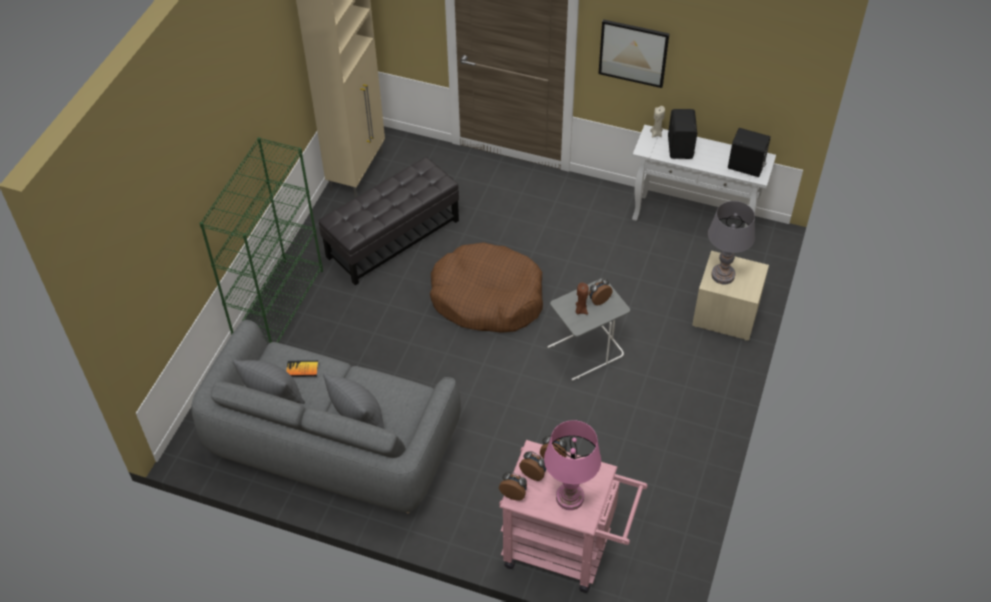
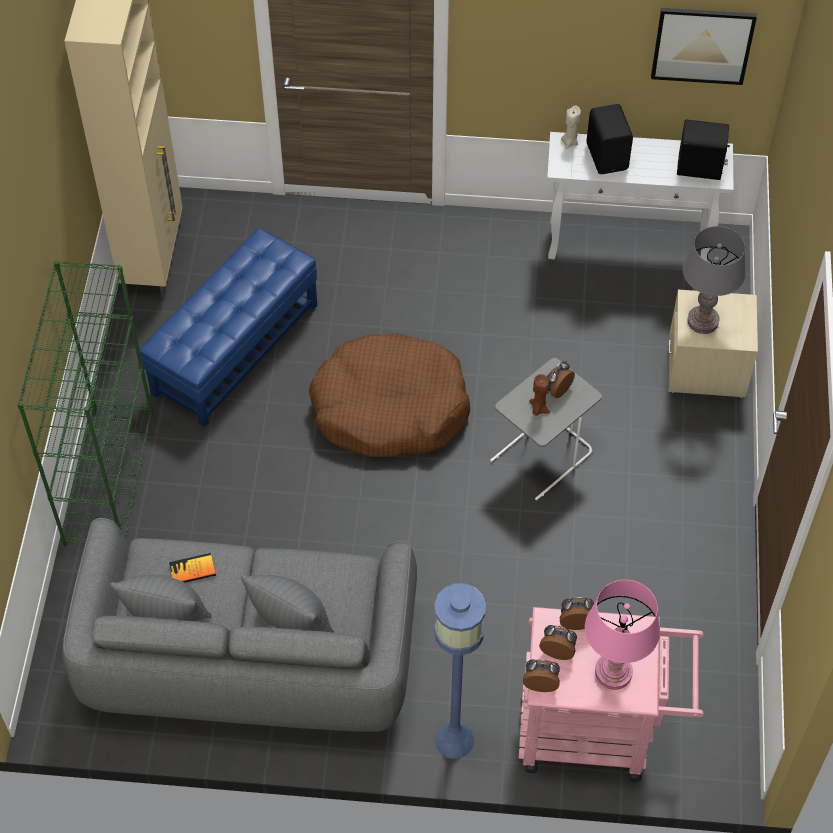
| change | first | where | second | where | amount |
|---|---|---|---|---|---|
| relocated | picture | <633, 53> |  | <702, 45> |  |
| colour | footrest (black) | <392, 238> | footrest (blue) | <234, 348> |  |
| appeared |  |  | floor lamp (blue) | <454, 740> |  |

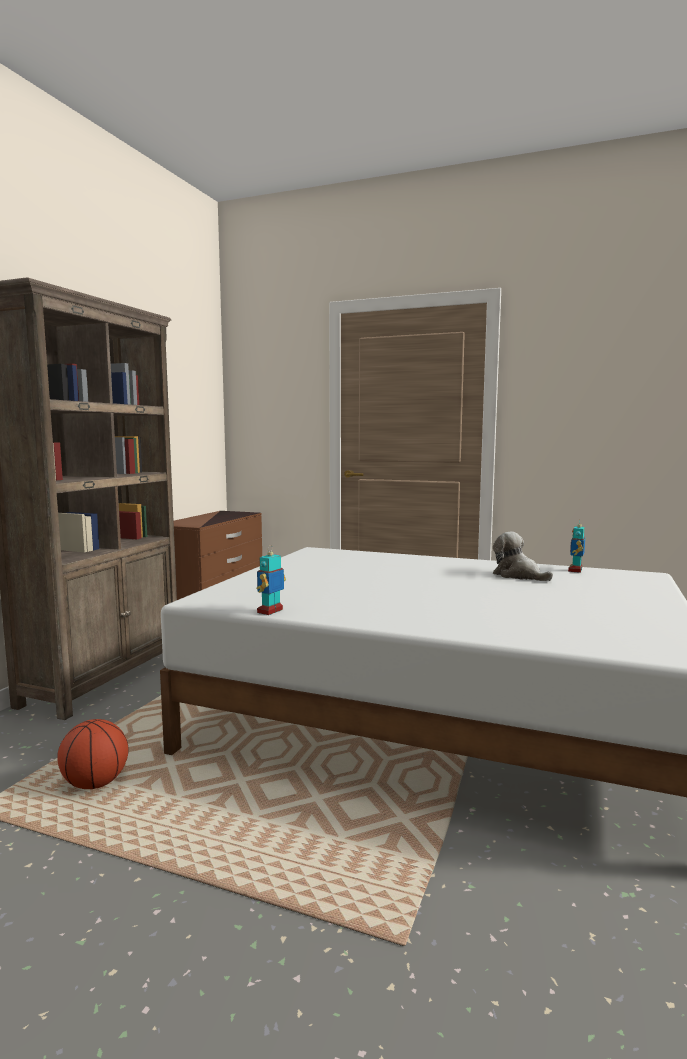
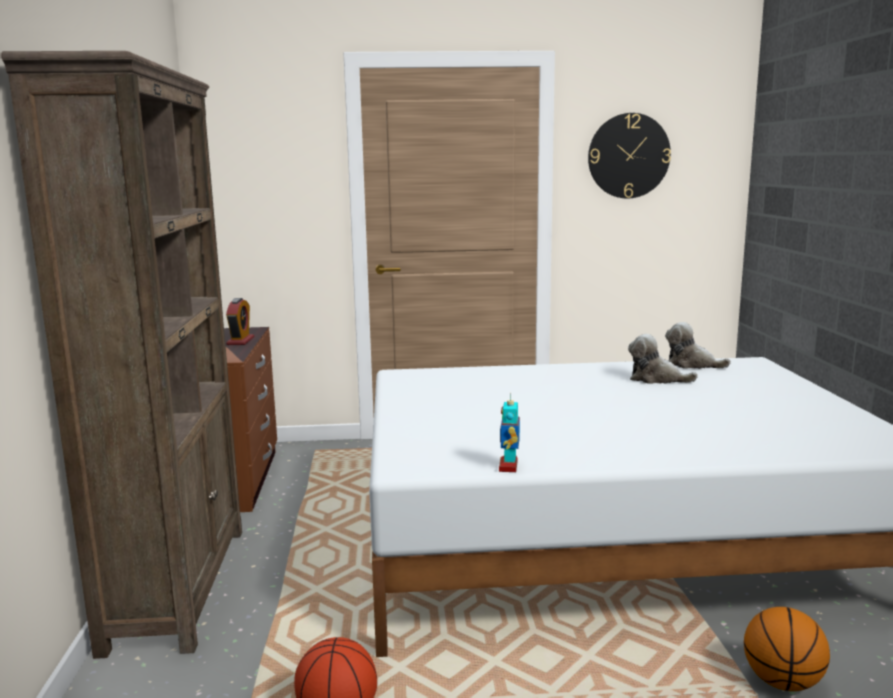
| change | first | where | second | where | amount |
|---|---|---|---|---|---|
| exchanged | model robot | <575, 570> | plush toy | <691, 364> |  |
| appeared |  |  | wall clock | <628, 156> |  |
| appeared |  |  | table clock | <240, 341> |  |
| appeared |  |  | basketball | <782, 682> |  |

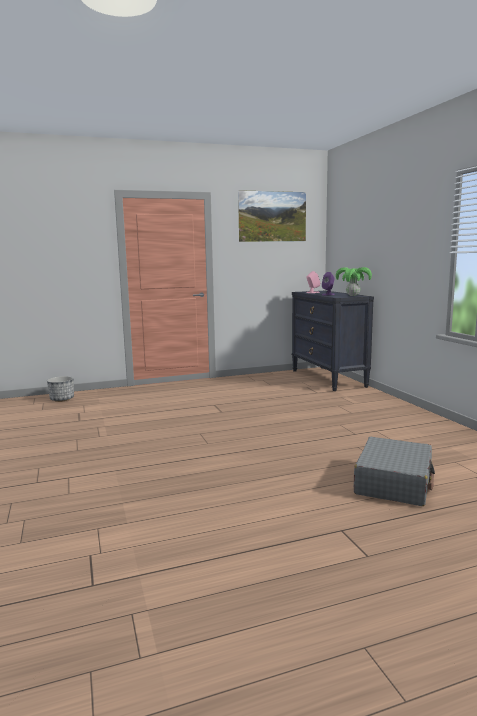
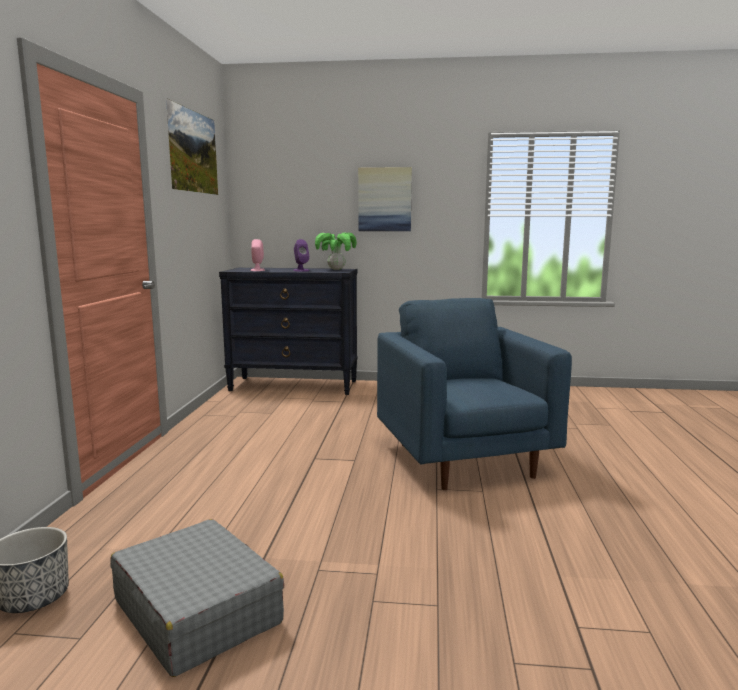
| change | first | where | second | where | amount |
|---|---|---|---|---|---|
| relocated | travel case (gray) | <394, 482> |  | <197, 611> |  |
| appeared |  |  | picture | <385, 199> |  |
| appeared |  |  | lounge chair (blue) | <464, 460> |  |

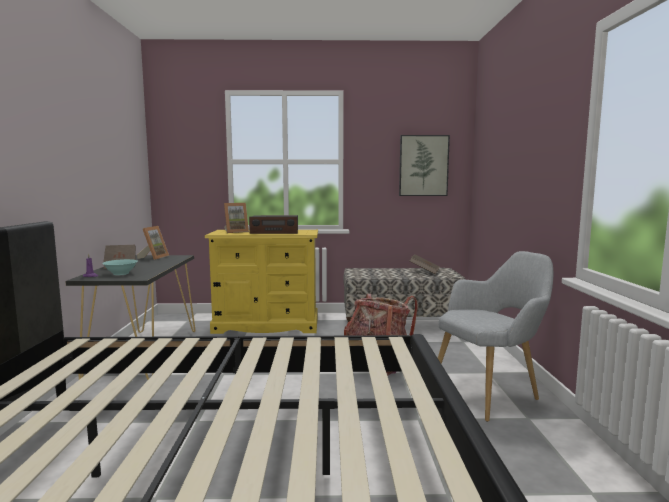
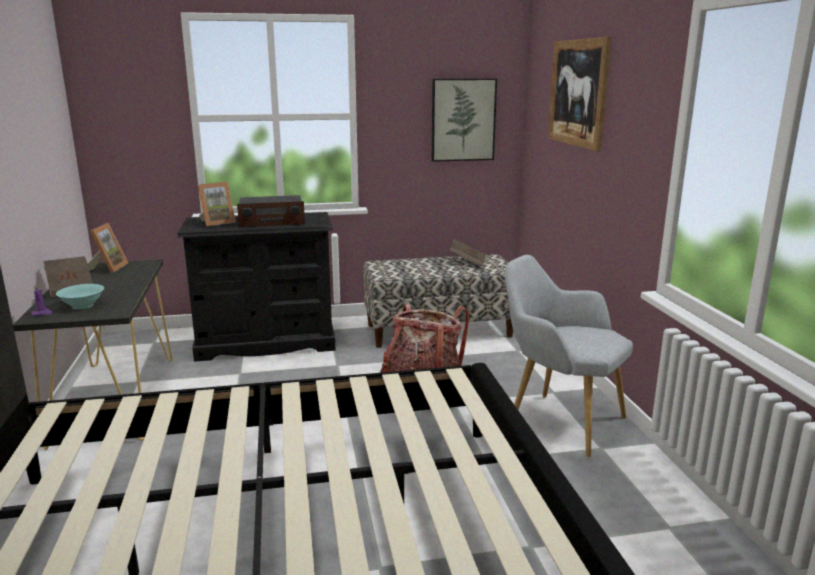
| change | first | where | second | where | amount |
|---|---|---|---|---|---|
| colour | chest of drawers (yellowish) | <267, 325> | chest of drawers (black) | <266, 343> |  |
| spun | lounge chair (gray) | <490, 393> |  | <558, 420> | 105 degrees counterclockwise |
| appeared |  |  | picture | <578, 93> |  |

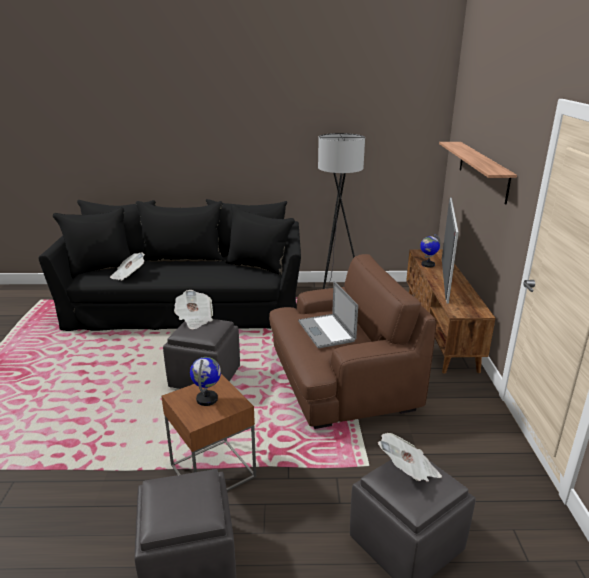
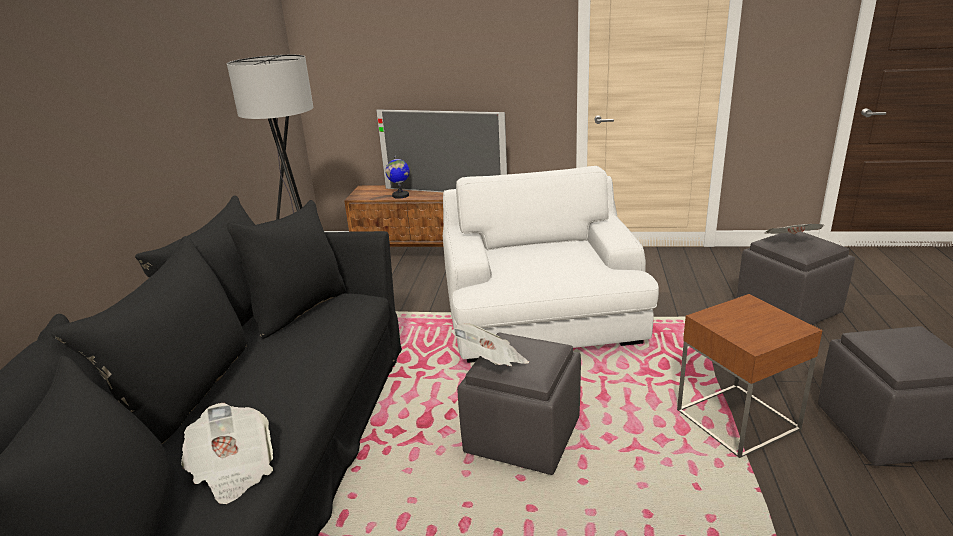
| change | first | where | second | where | amount |
|---|---|---|---|---|---|
| missing | shelf | <483, 170> |  |  |  |
| colour | lounge chair (brown) | <341, 380> | lounge chair (whitish) | <543, 321> |  |
| missing | notebook computer | <326, 331> |  |  |  |
| missing | globe | <207, 399> |  |  |  |

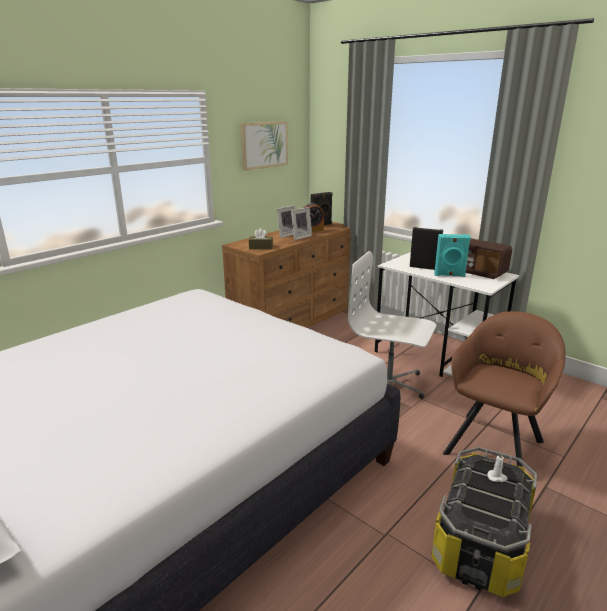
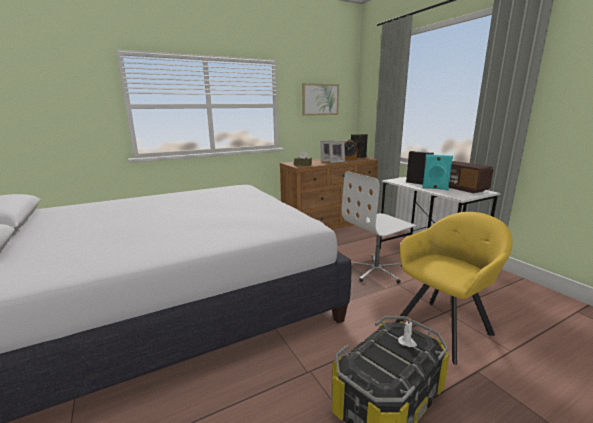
| change | first | where | second | where | amount |
|---|---|---|---|---|---|
| spun | desk chair (whitish) | <389, 384> |  | <376, 270> | 75 degrees counterclockwise |
| colour | lounge chair (brown) | <495, 444> | lounge chair (yellowish) | <445, 327> |  |

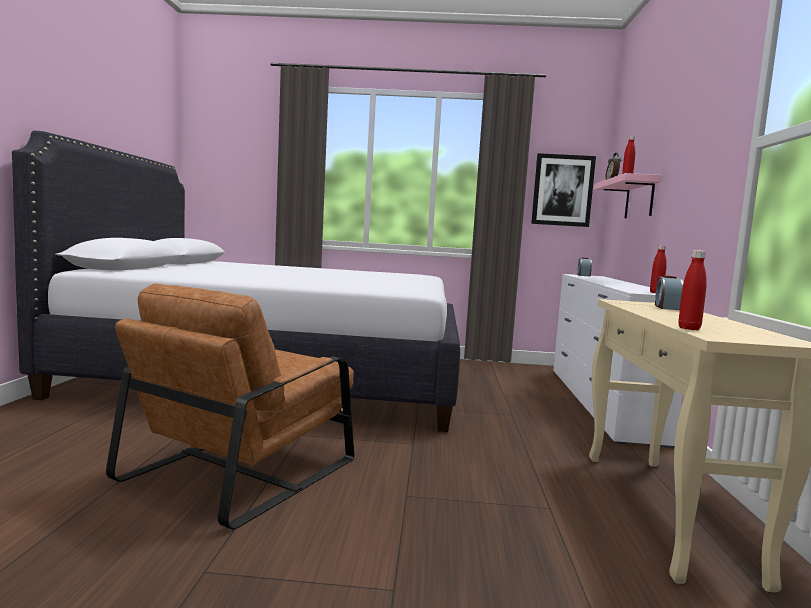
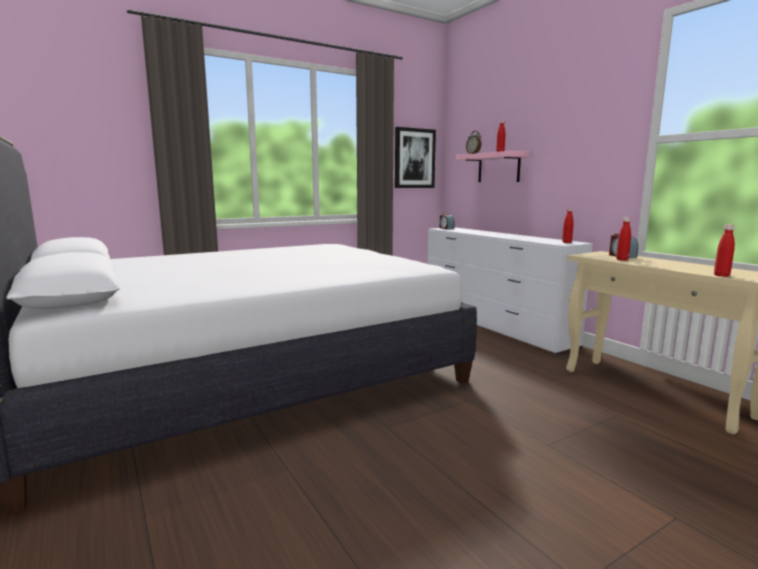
| change | first | where | second | where | amount |
|---|---|---|---|---|---|
| missing | lounge chair (brown) | <243, 468> |  |  |  |
| appeared |  |  | bottle (reddish) | <622, 260> |  |

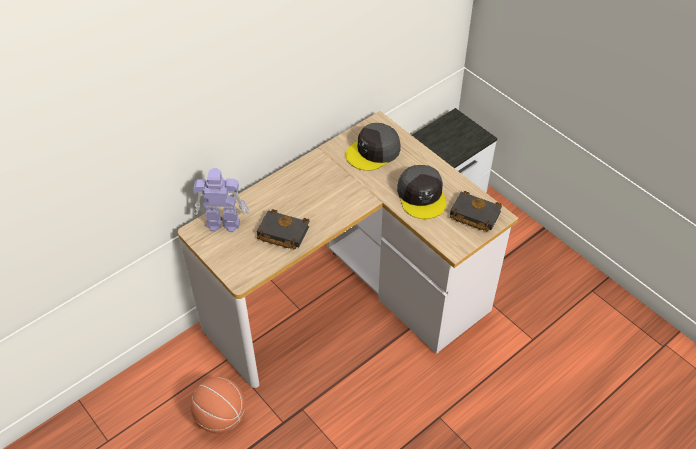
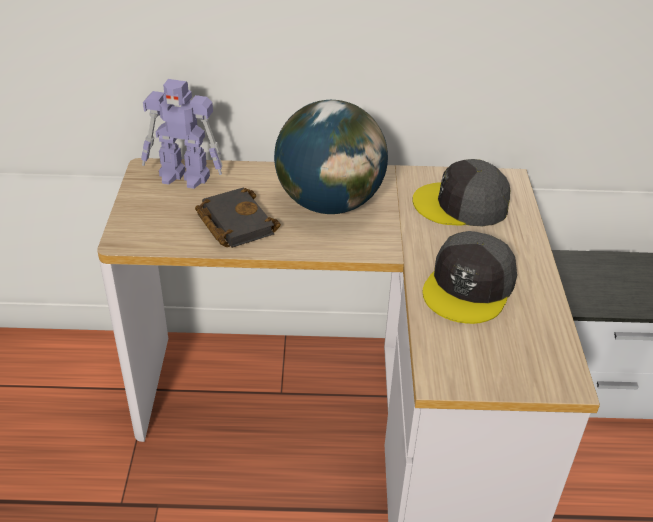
| change | first | where | second | where | amount |
|---|---|---|---|---|---|
| spun | model robot | <222, 223> |  | <185, 177> | 150 degrees clockwise |
| missing | bound book (black) | <473, 215> |  |  |  |
| missing | basketball | <221, 417> |  |  |  |
| appeared |  |  | globe | <328, 203> |  |

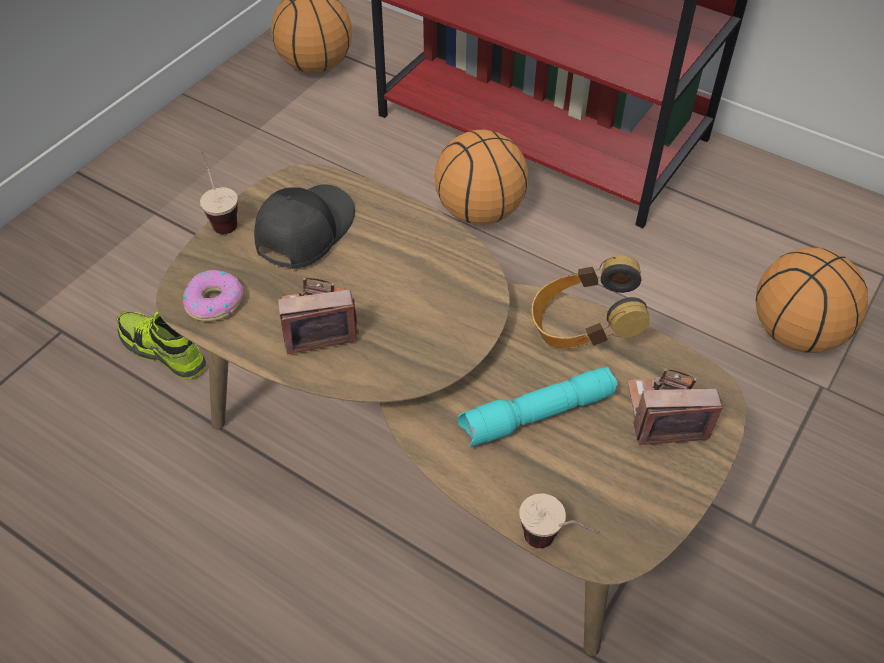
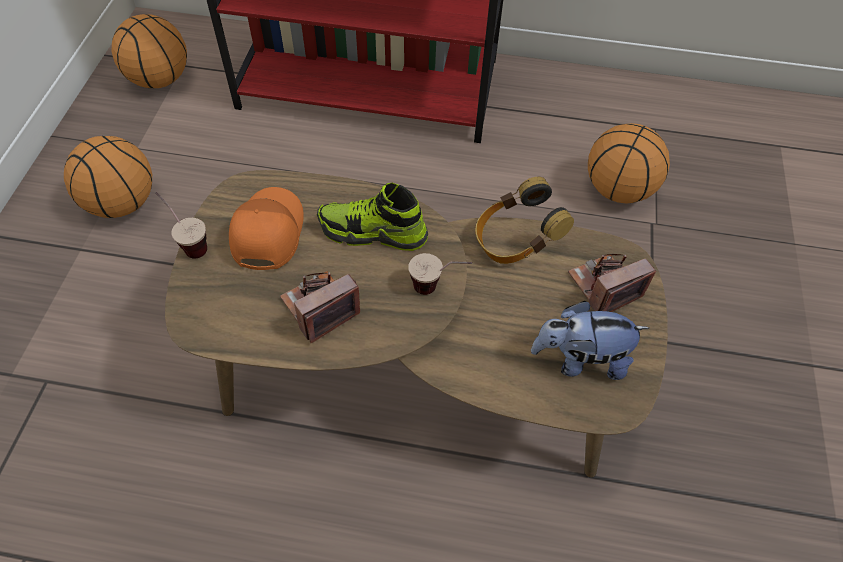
| change | first | where | second | where | amount |
|---|---|---|---|---|---|
| relocated | basketball | <478, 211> |  | <121, 203> |  |
| colour | peaked cap (black) | <303, 231> | peaked cap (orange-coloured) | <266, 233> |  |
| missing | donut | <214, 302> |  |  |  |
| relocated | shoe | <163, 351> |  | <373, 233> |  |
| missing | torch (turquoise) | <536, 416> |  |  |  |
| relocated | small cup | <554, 545> |  | <438, 288> |  |
| appeared |  |  | plush toy | <580, 359> |  |

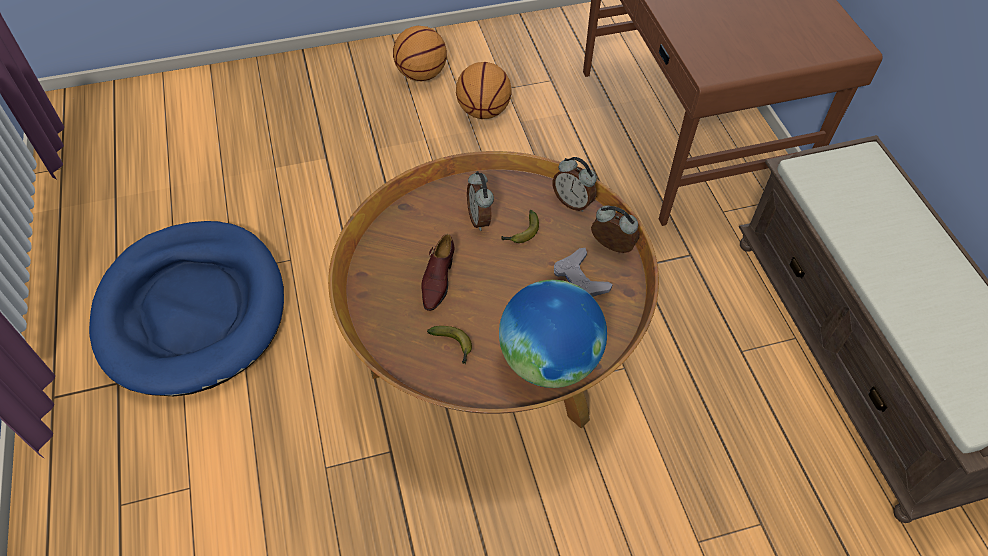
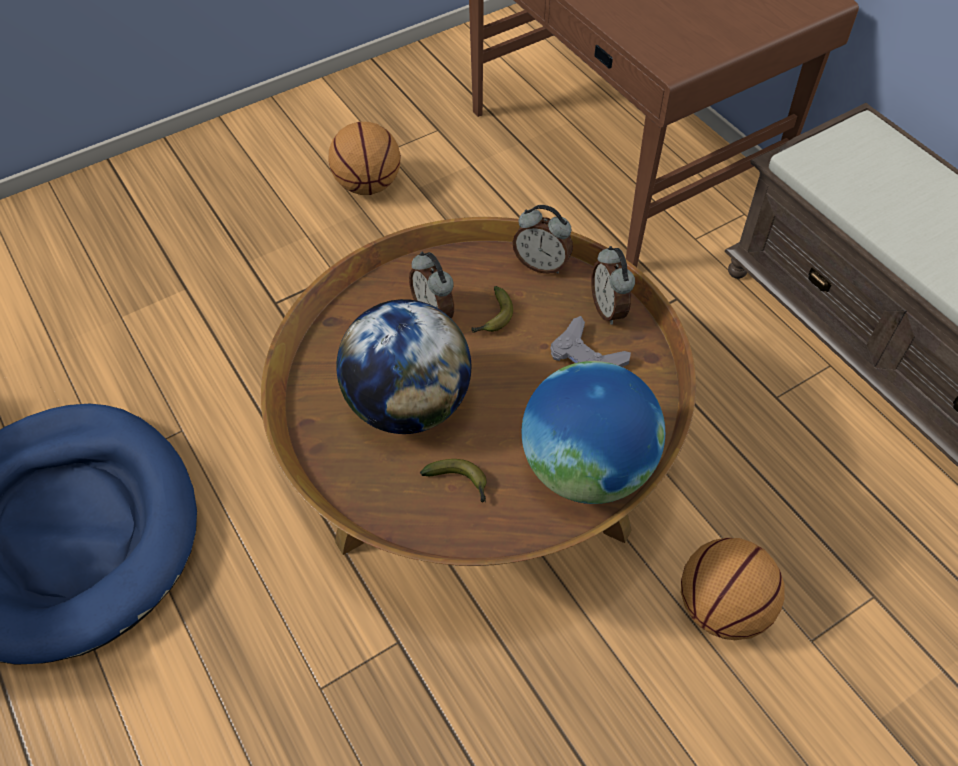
| change | first | where | second | where | amount |
|---|---|---|---|---|---|
| relocated | basketball | <421, 75> |  | <722, 608> |  |
| spun | table clock | <611, 248> |  | <609, 309> | 120 degrees counterclockwise |
| exchanged | shoe (brown) | <437, 280> | globe | <408, 404> |  |

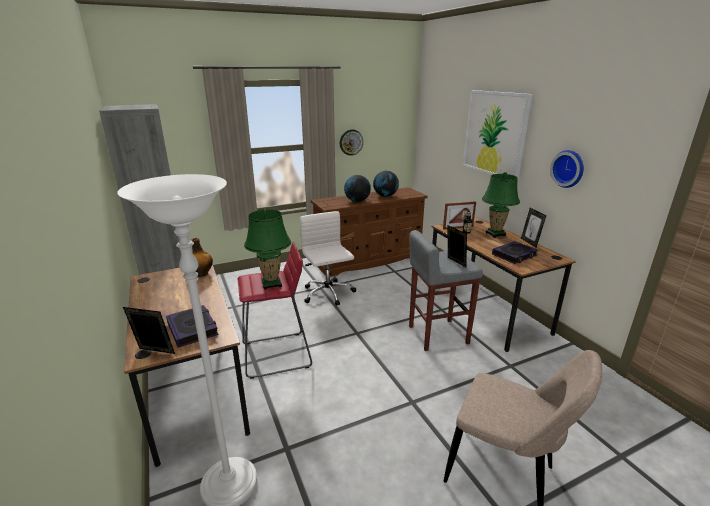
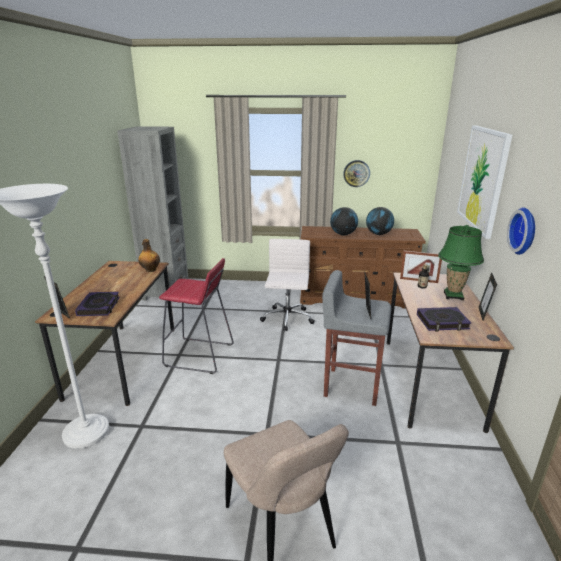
| change | first | where | second | where | amount |
|---|---|---|---|---|---|
| missing | tabletop lamp (greenish) | <271, 284> |  |  |  |

